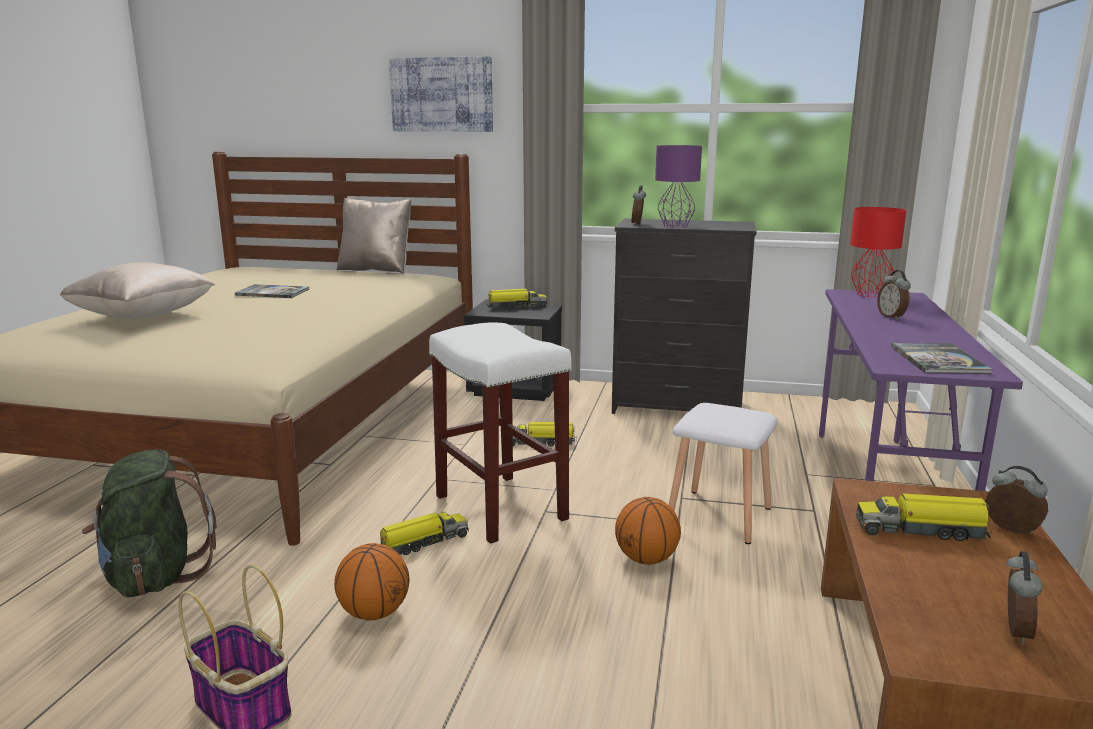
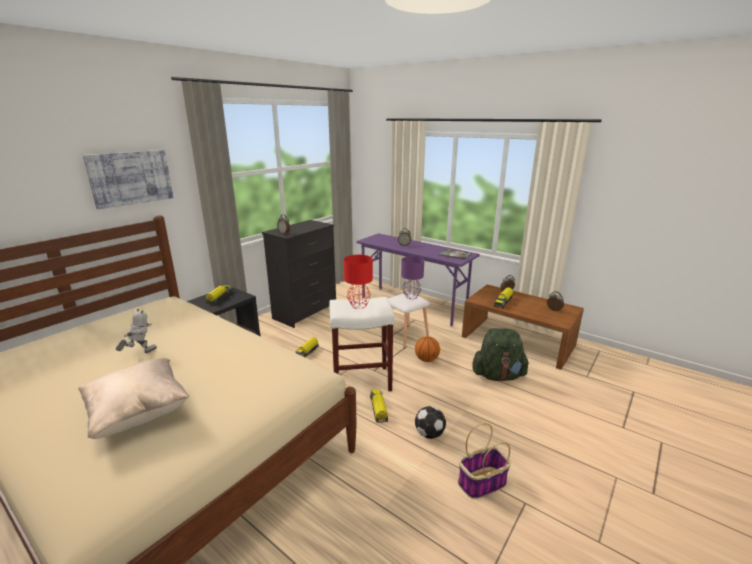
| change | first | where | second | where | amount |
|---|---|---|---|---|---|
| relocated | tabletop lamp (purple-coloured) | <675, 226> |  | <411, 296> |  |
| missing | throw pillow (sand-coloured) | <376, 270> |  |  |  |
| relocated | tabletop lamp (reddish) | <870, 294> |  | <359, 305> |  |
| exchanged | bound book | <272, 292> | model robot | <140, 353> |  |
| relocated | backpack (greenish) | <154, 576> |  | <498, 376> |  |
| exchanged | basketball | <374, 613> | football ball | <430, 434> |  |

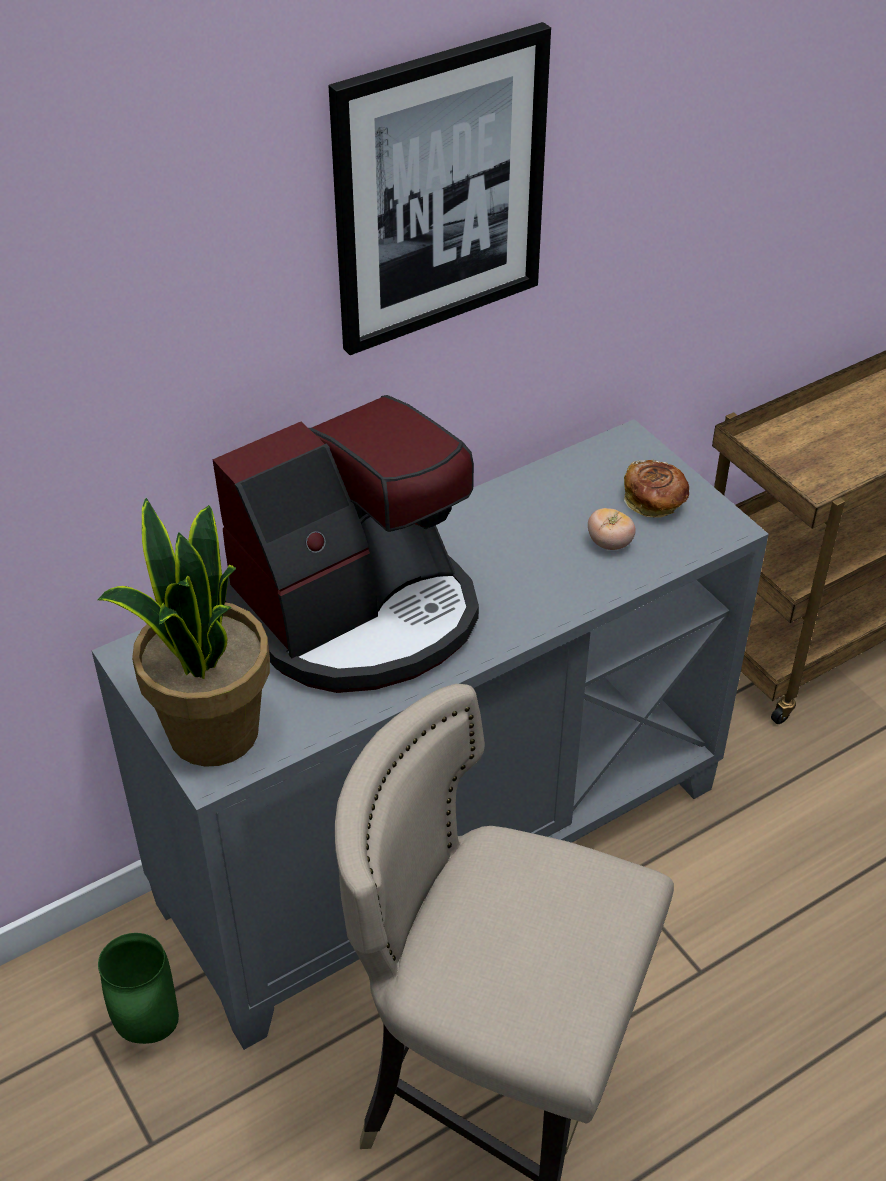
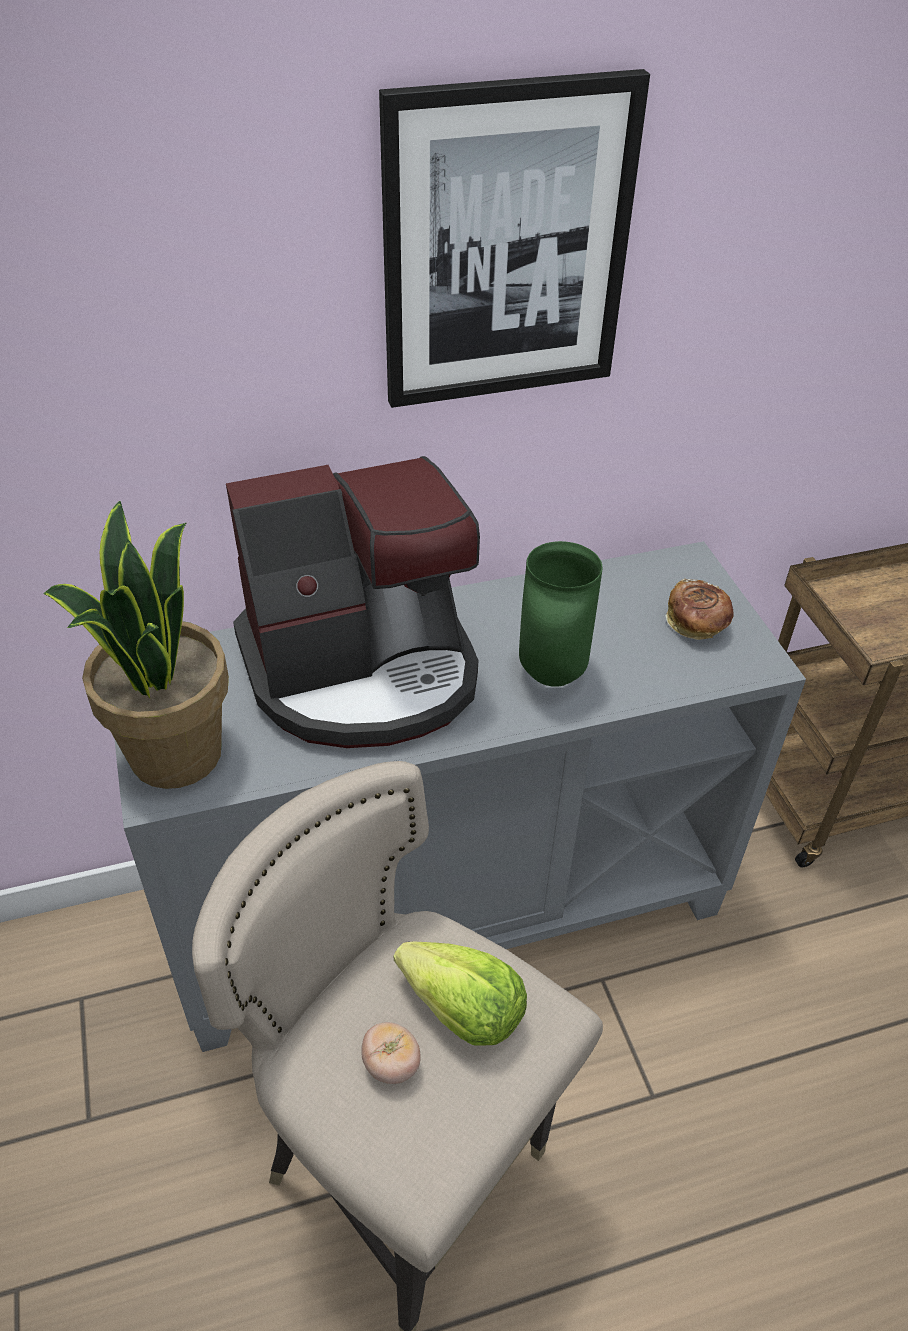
| change | first | where | second | where | amount |
|---|---|---|---|---|---|
| relocated | fresh tomato | <609, 543> |  | <391, 1064> |  |
| relocated | vase (greenish) | <151, 1030> |  | <553, 676> |  |
| appeared |  |  | head of lettuce | <462, 1011> |  |

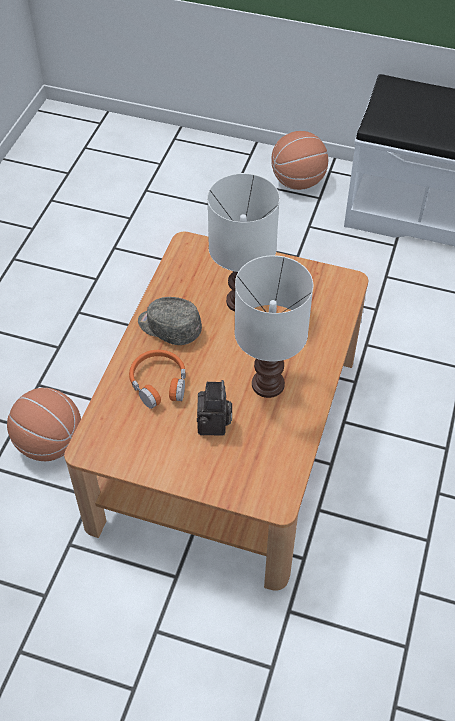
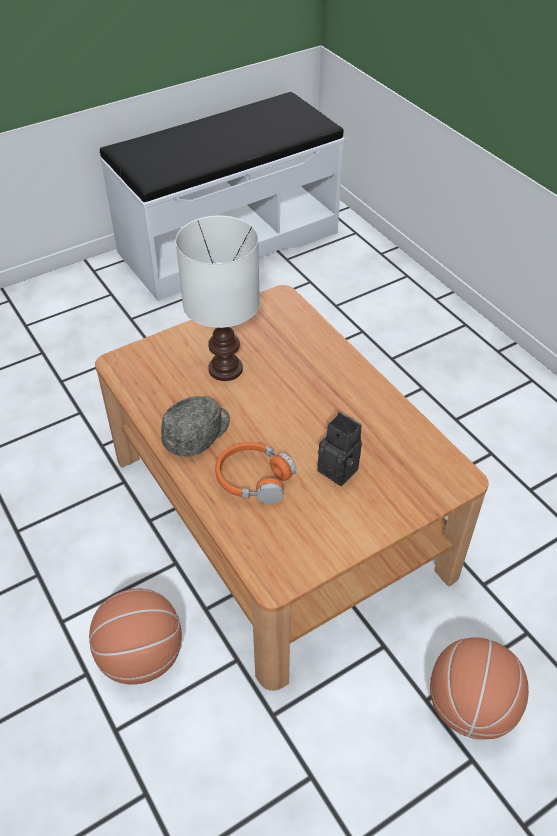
| change | first | where | second | where | amount |
|---|---|---|---|---|---|
| relocated | basketball | <298, 181> |  | <470, 706> |  |
| missing | tabletop lamp (whitish) | <267, 385> |  |  |  |
| spun | peaked cap (gray) | <169, 328> |  | <198, 433> | 150 degrees clockwise |

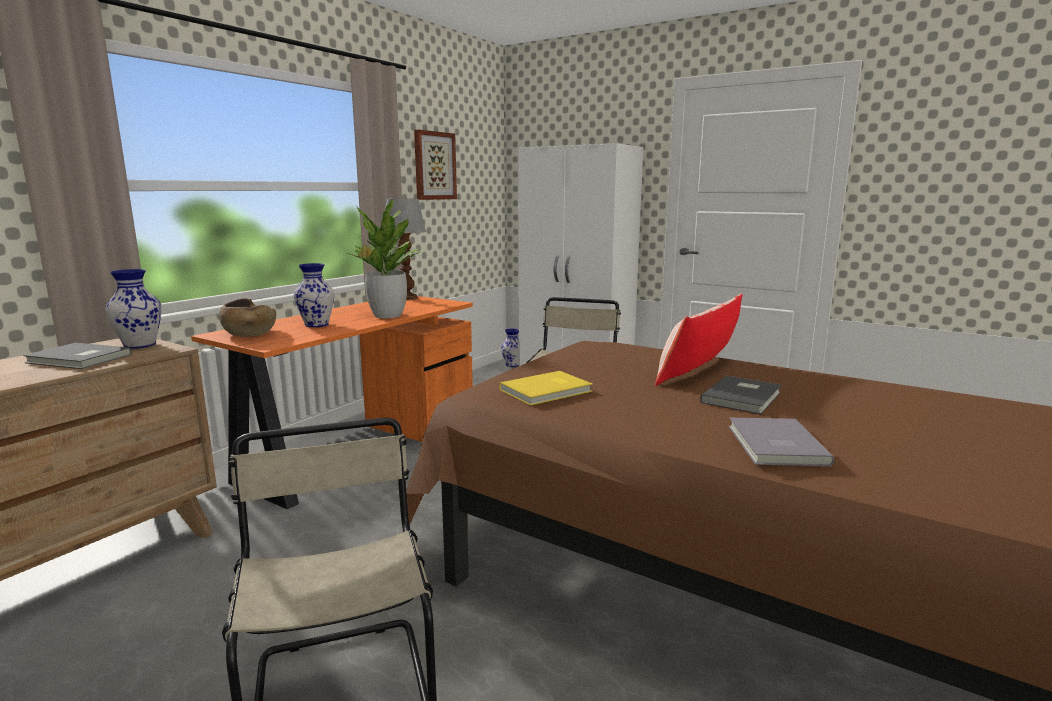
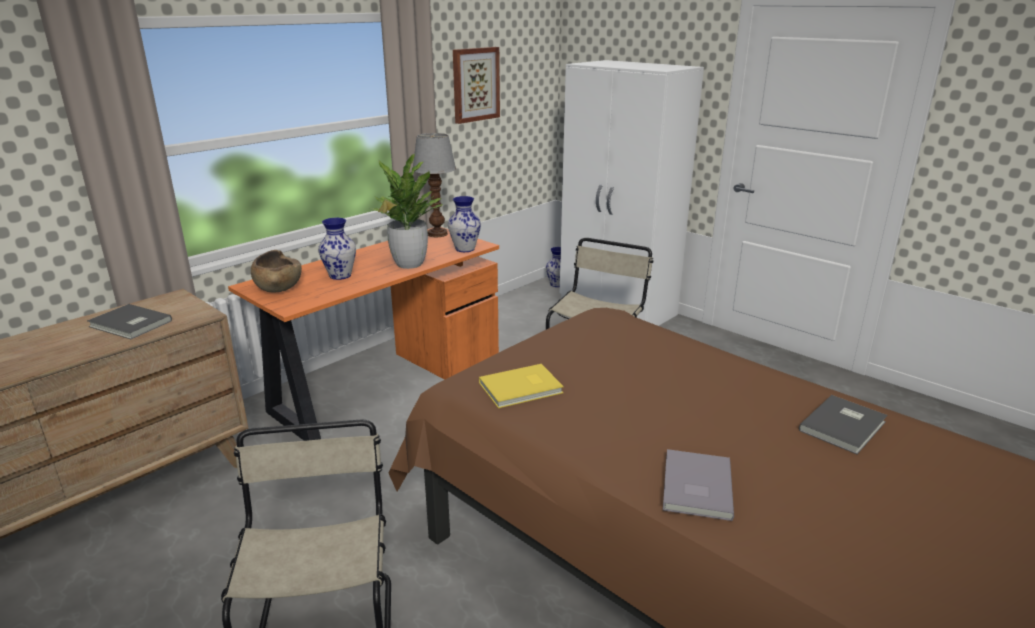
| change | first | where | second | where | amount |
|---|---|---|---|---|---|
| relocated | vase | <139, 345> |  | <464, 249> |  |
| missing | throw pillow | <698, 369> |  |  |  |
| relocated | bound book (gray) | <744, 397> |  | <845, 426> |  |

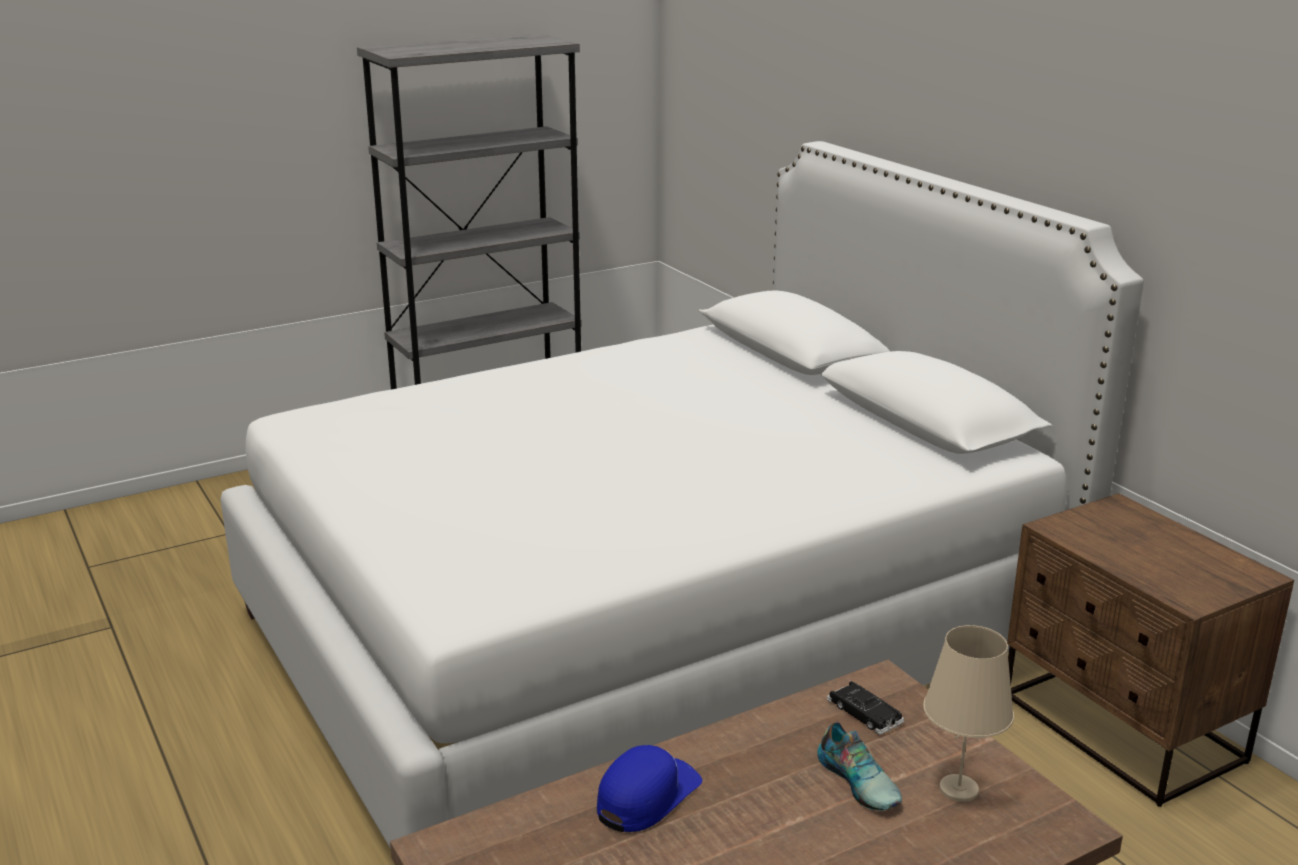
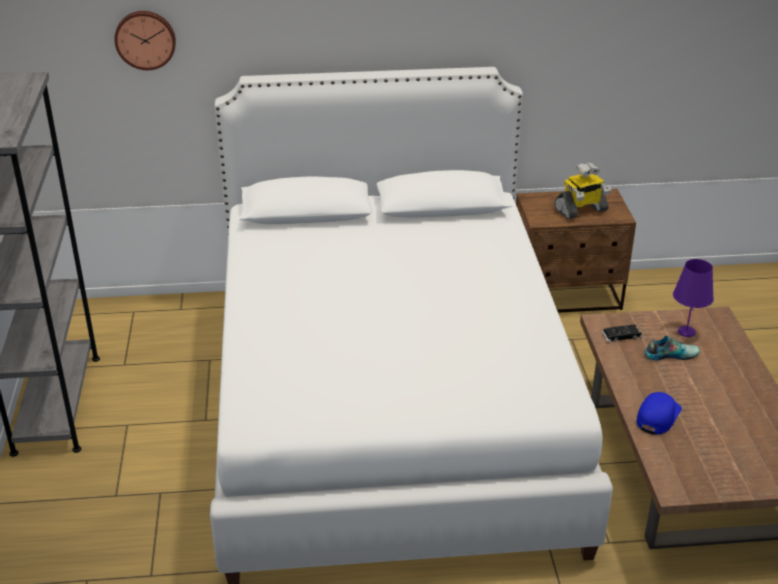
| change | first | where | second | where | amount |
|---|---|---|---|---|---|
| colour | tabletop lamp (sand-coloured) | <959, 788> | tabletop lamp (purple-coloured) | <686, 331> |  |
| spun | peaked cap (blue) | <647, 796> |  | <657, 416> | 60 degrees clockwise |
| appeared |  |  | wall clock | <145, 39> |  |
| appeared |  |  | model robot | <581, 210> |  |

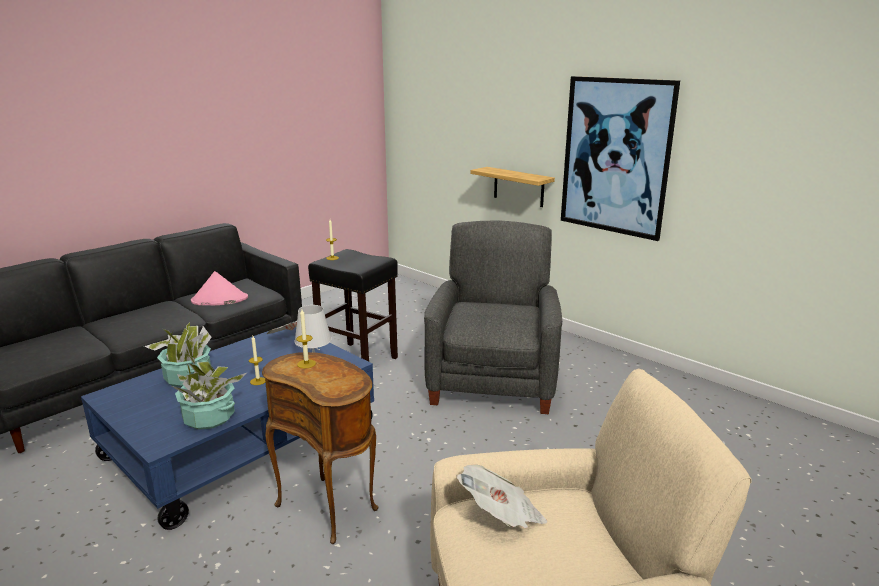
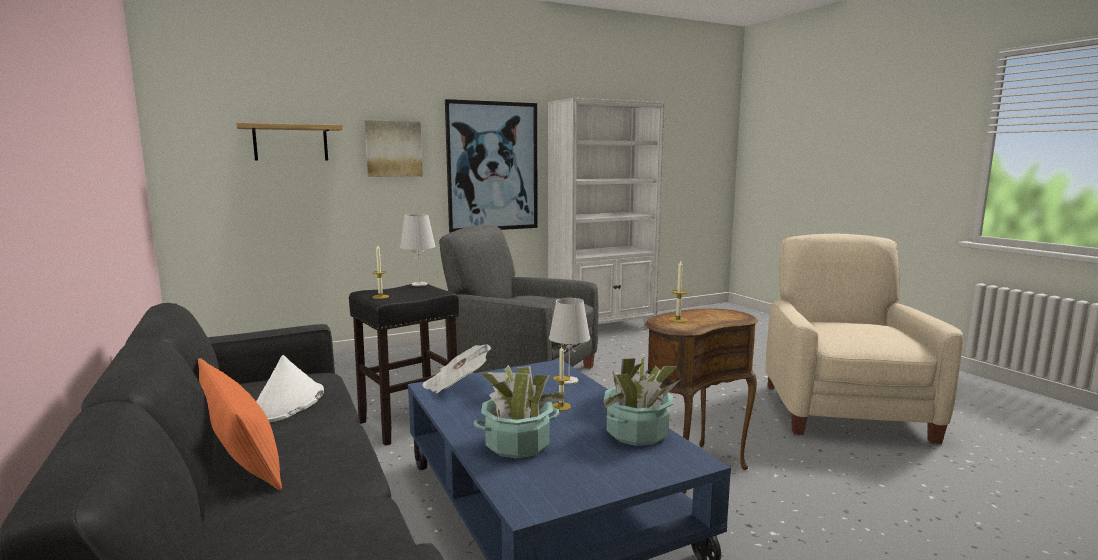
| change | first | where | second | where | amount |
|---|---|---|---|---|---|
| relocated | shelf | <518, 187> |  | <291, 142> |  |
| colour | clothing hat (pink) | <219, 300> | clothing hat (whitish) | <287, 404> |  |
| missing | newspaper | <501, 516> |  |  |  |
| appeared |  |  | bookshelf (whitish) | <603, 328> |  |
| appeared |  |  | picture | <393, 149> |  |
| appeared |  |  | tabletop lamp (whitish) | <419, 284> |  |
| appeared |  |  | throw pillow (orange-coloured) | <241, 456> |  |

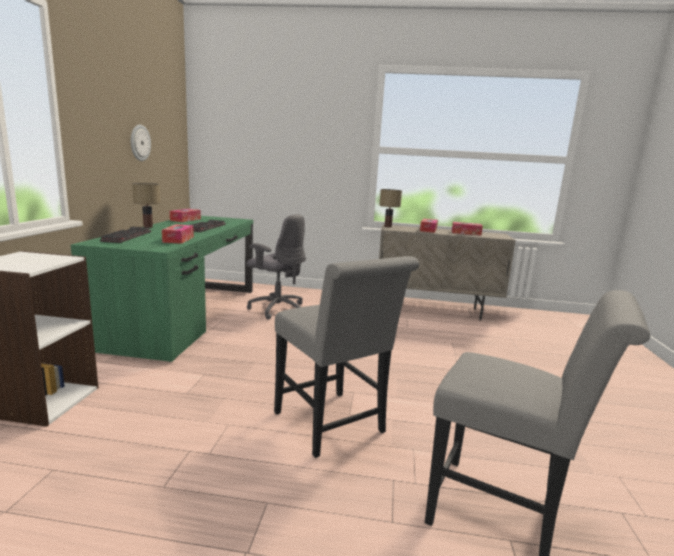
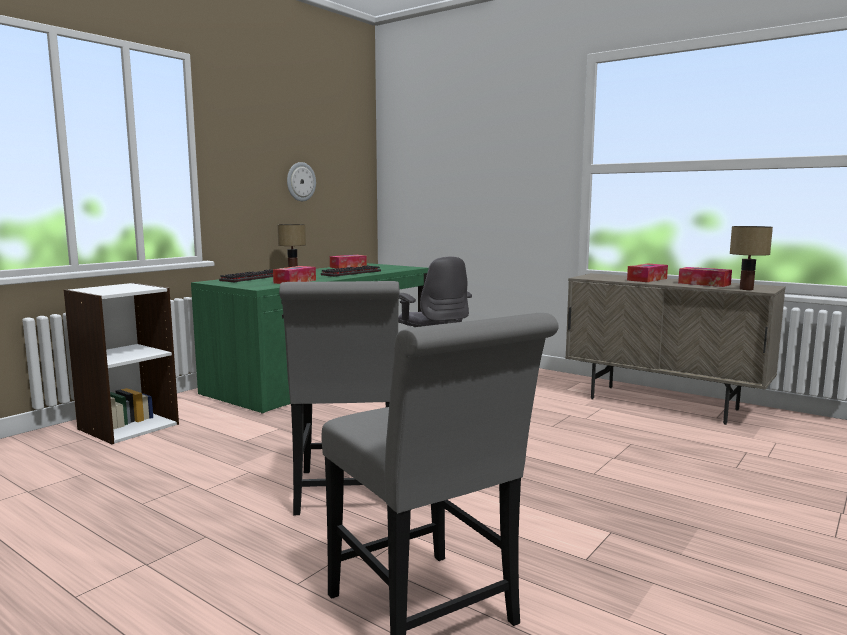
| change | first | where | second | where | amount |
|---|---|---|---|---|---|
| relocated | tabletop lamp | <388, 226> |  | <747, 289> |  |

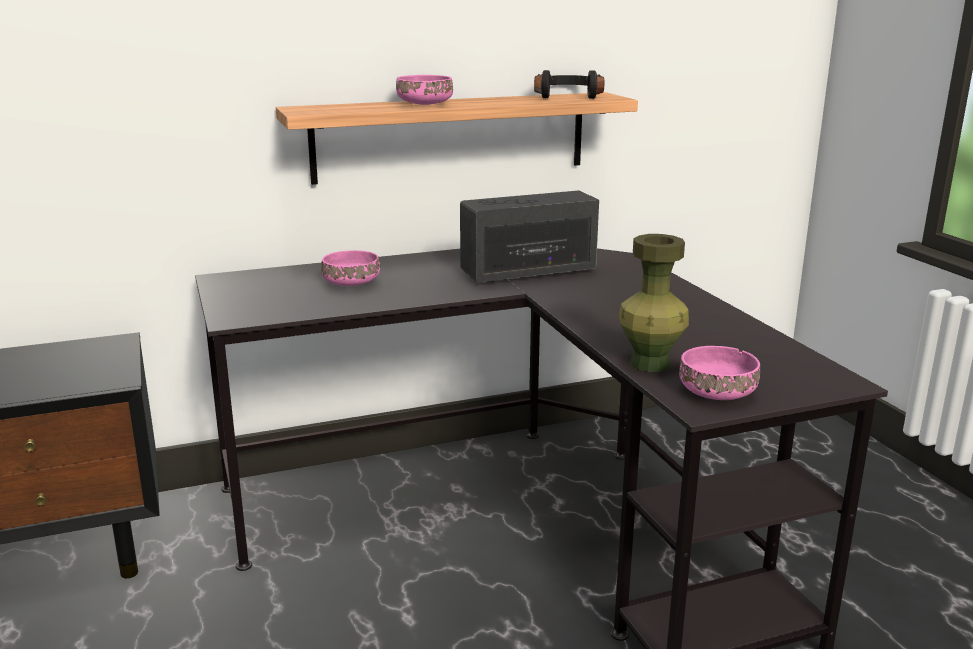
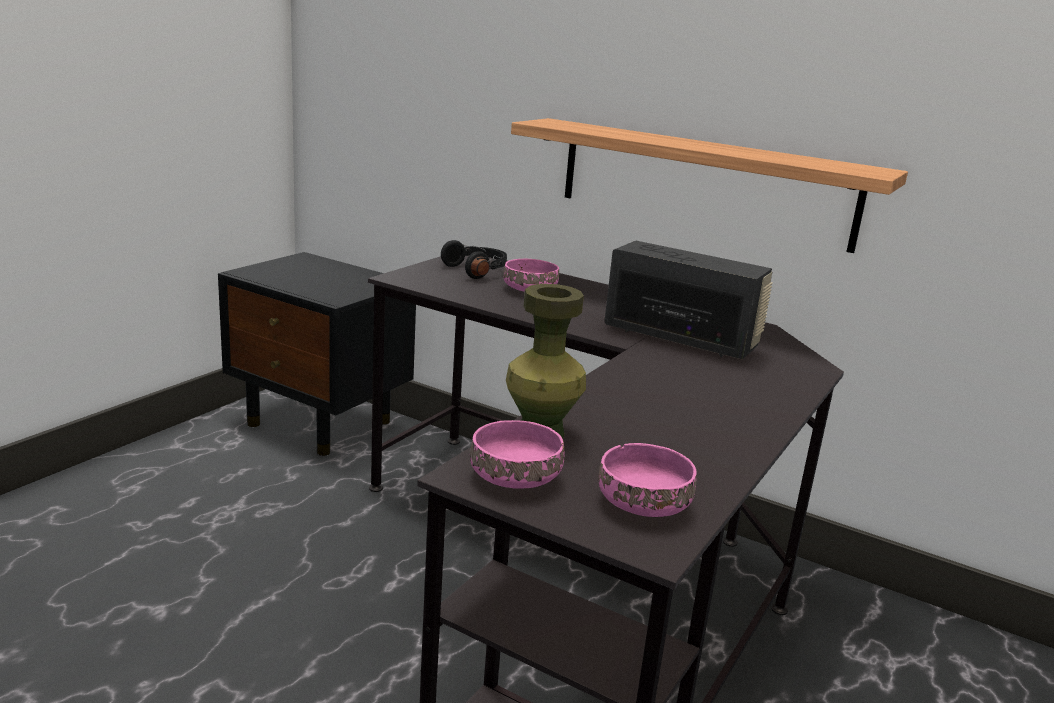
| change | first | where | second | where | amount |
|---|---|---|---|---|---|
| relocated | headphones (black) | <568, 96> |  | <477, 270> |  |
| relocated | bowl (pink) | <425, 104> |  | <643, 505> |  |

